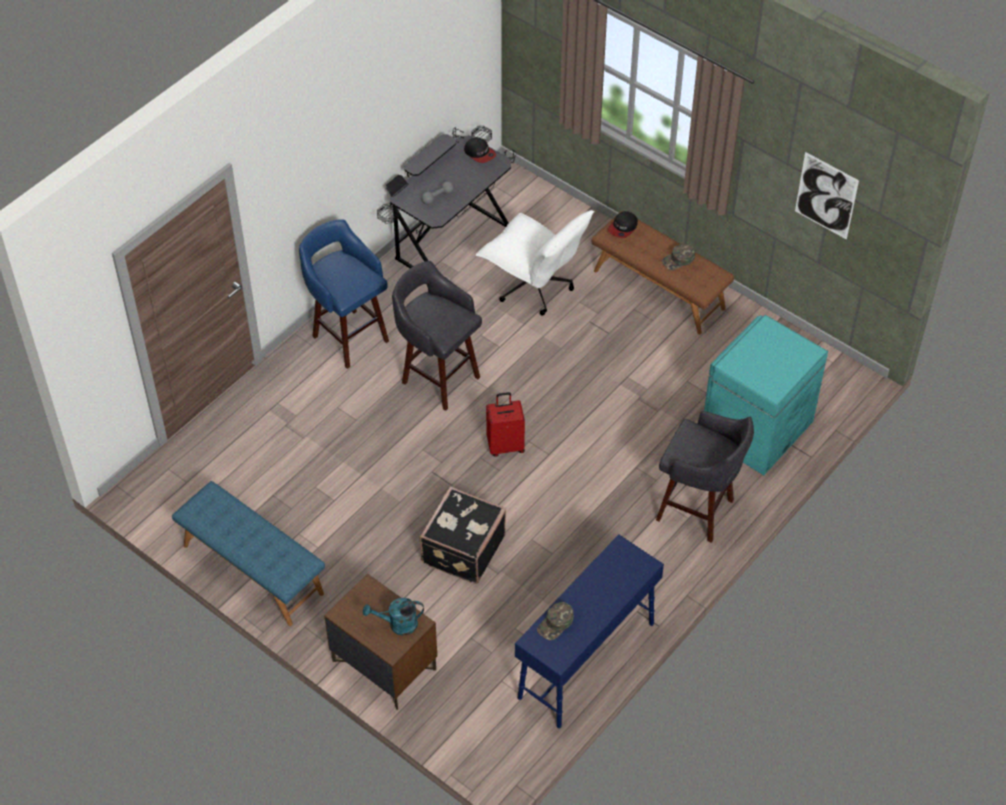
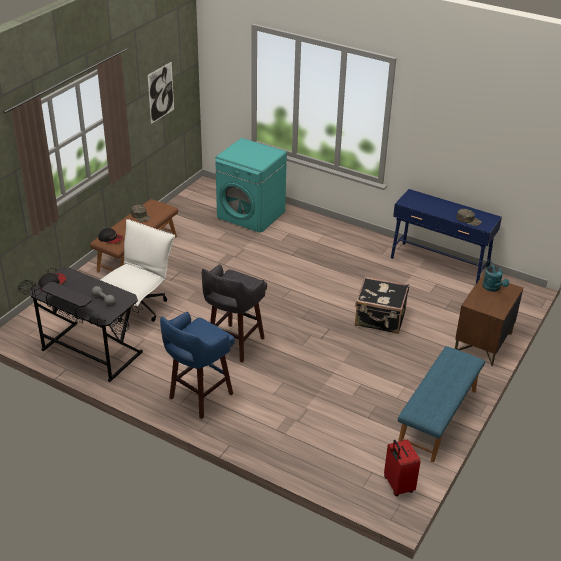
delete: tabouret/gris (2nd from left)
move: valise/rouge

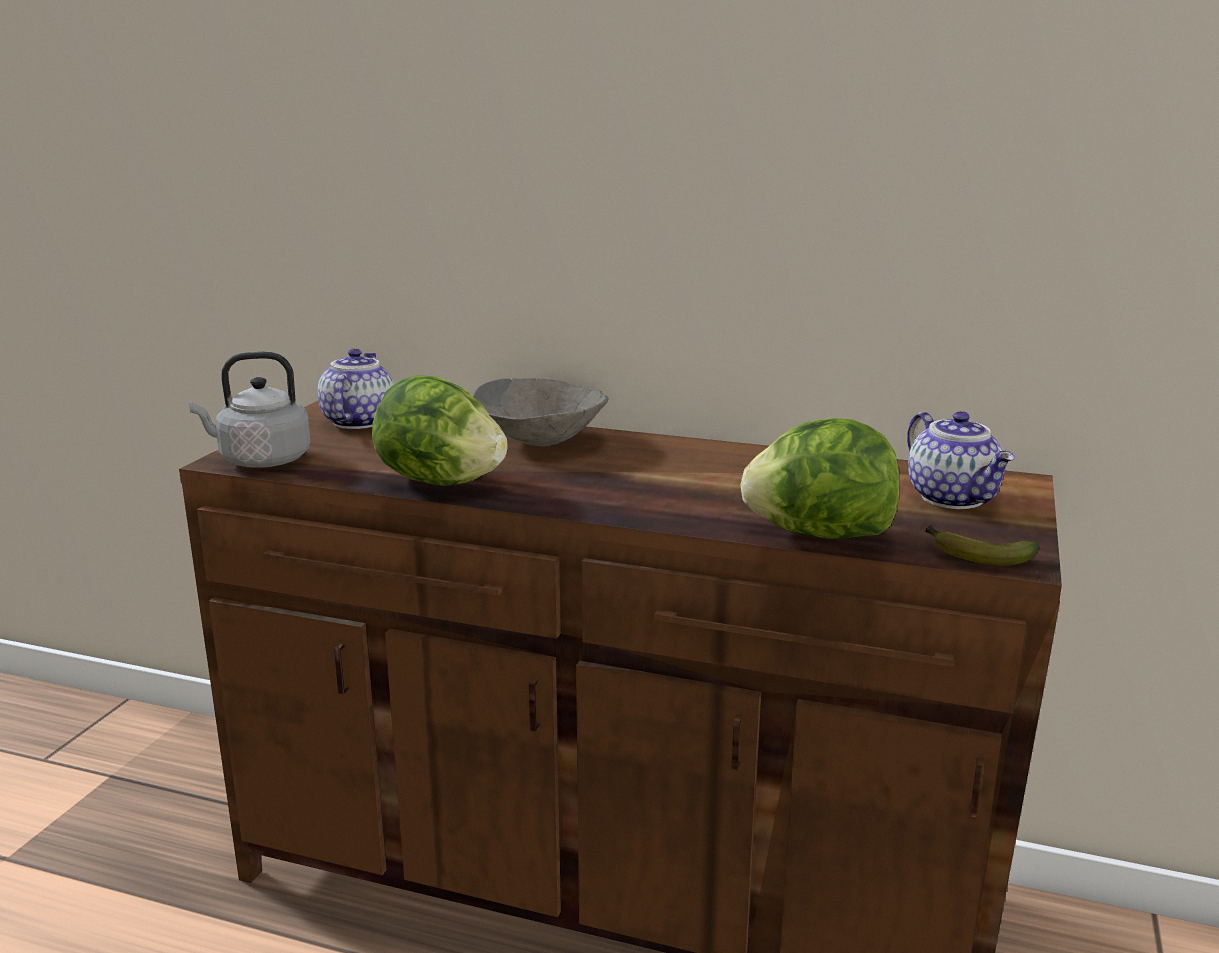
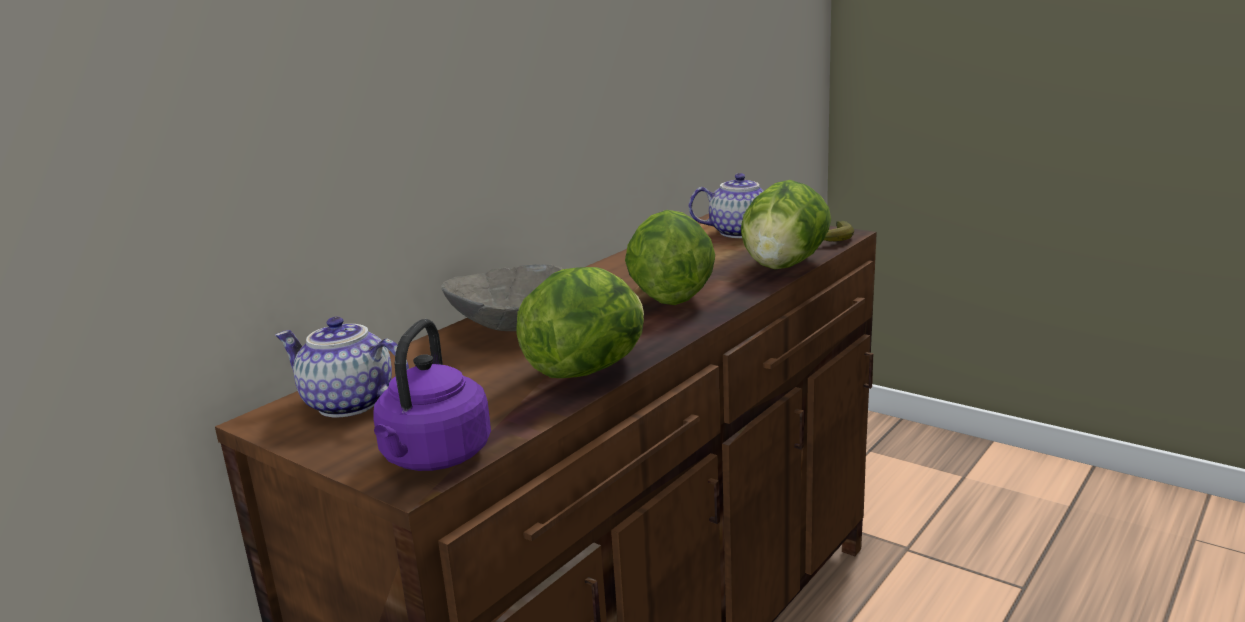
insert: laitue (2nd from left)
recolor: bouilloire/gris to bouilloire/violet

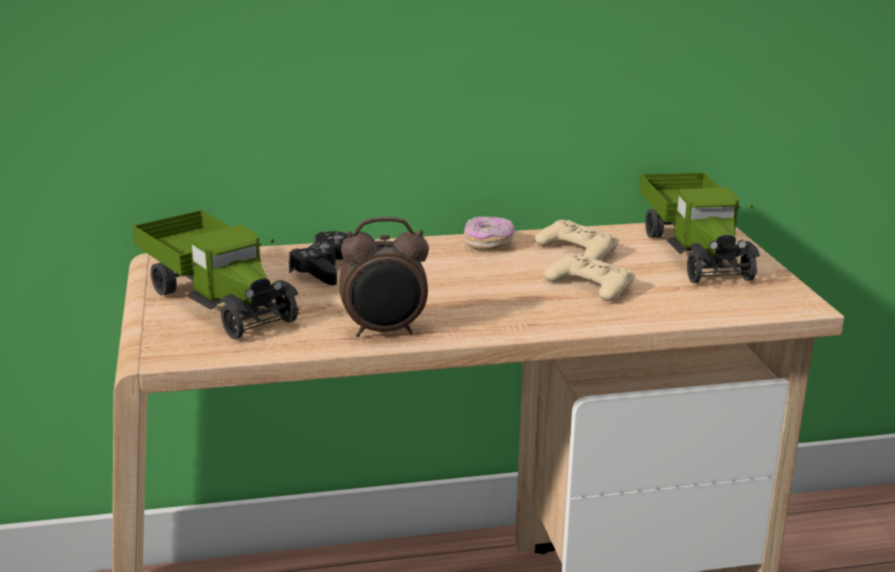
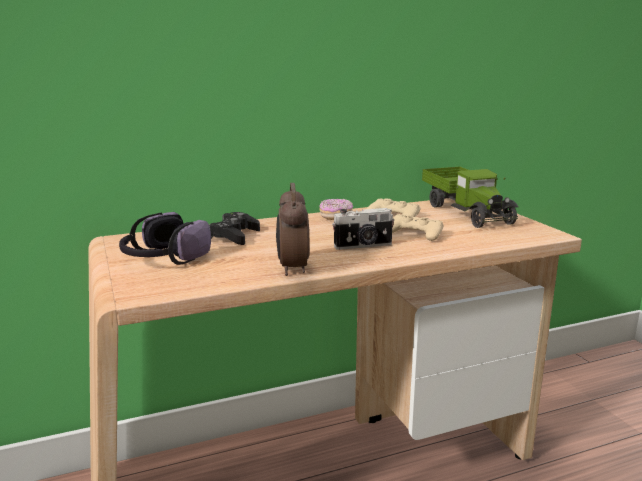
insert: appareil photo
replace: camion jouet (1st from left) to casque audio
rotate: réveil 105 degrees clockwise

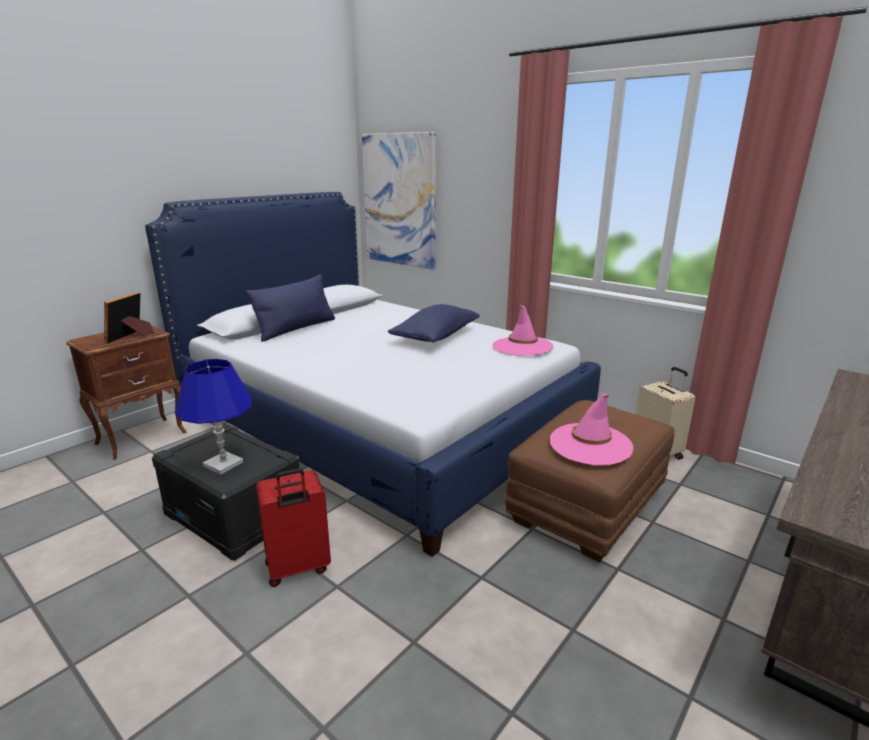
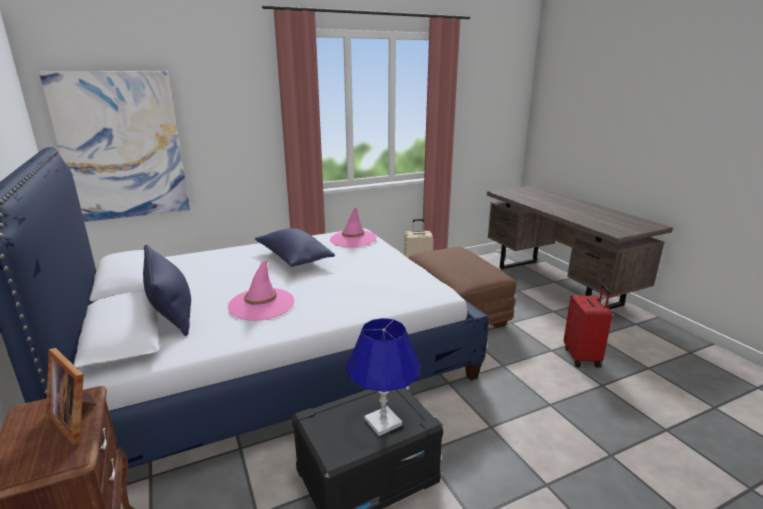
move: chapeau/rose (2nd from left in the first image) to chapeau/rose (1st from left); valise/rouge

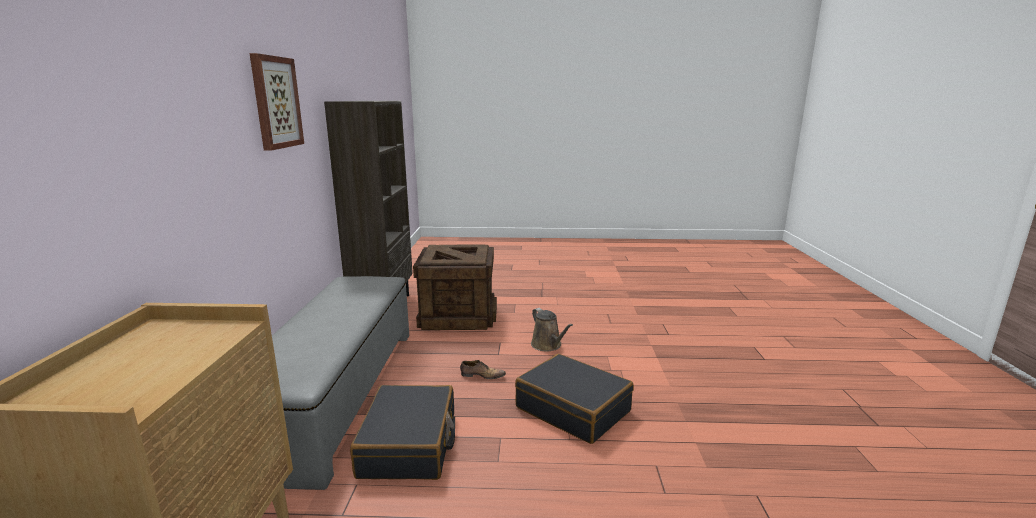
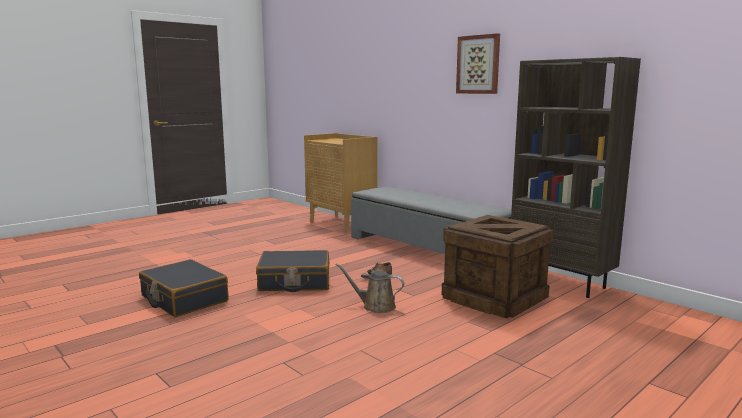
move: valise/noir (1st from left)

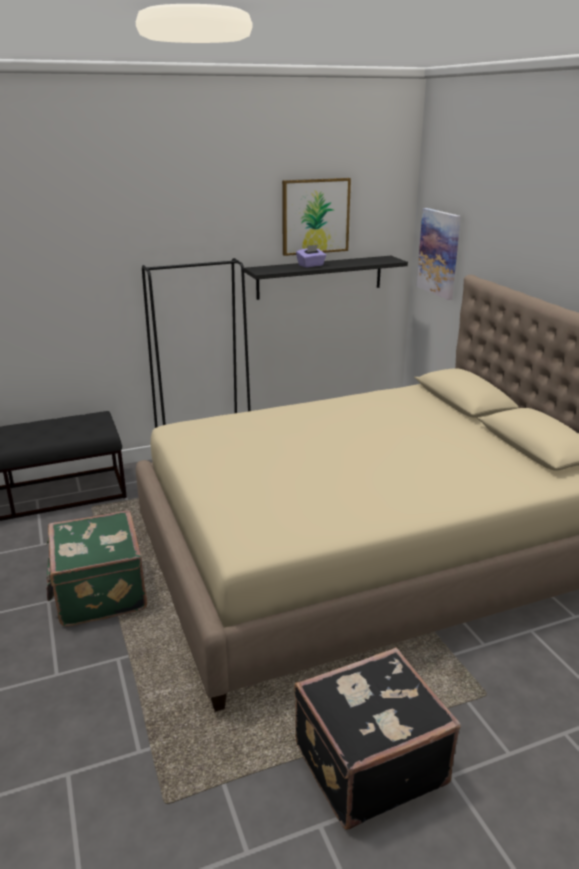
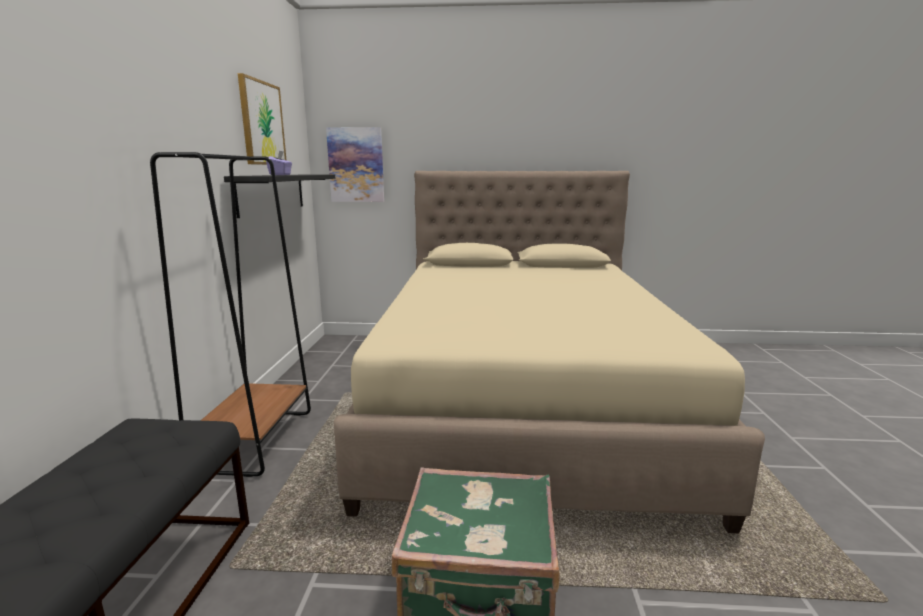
delete: valise/noir

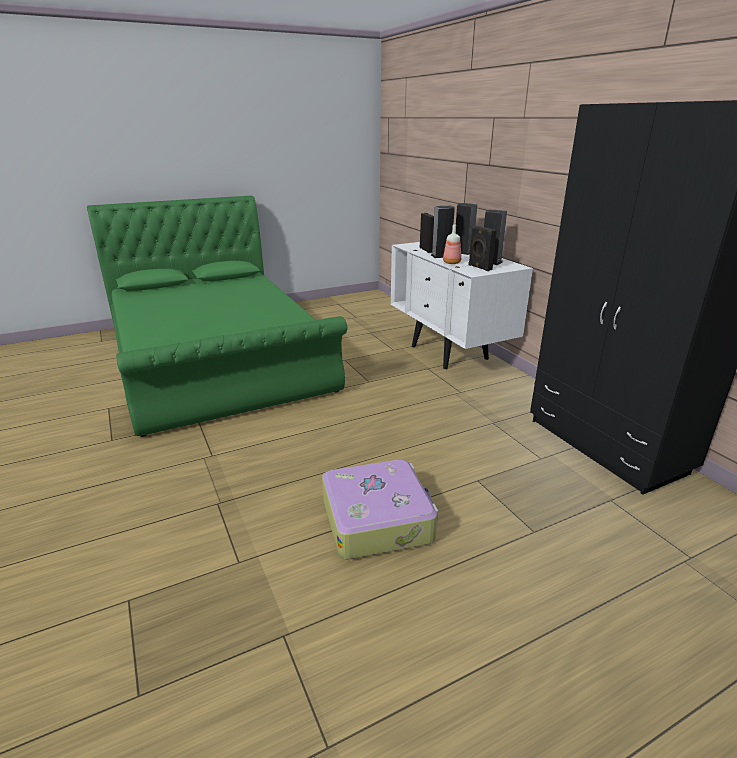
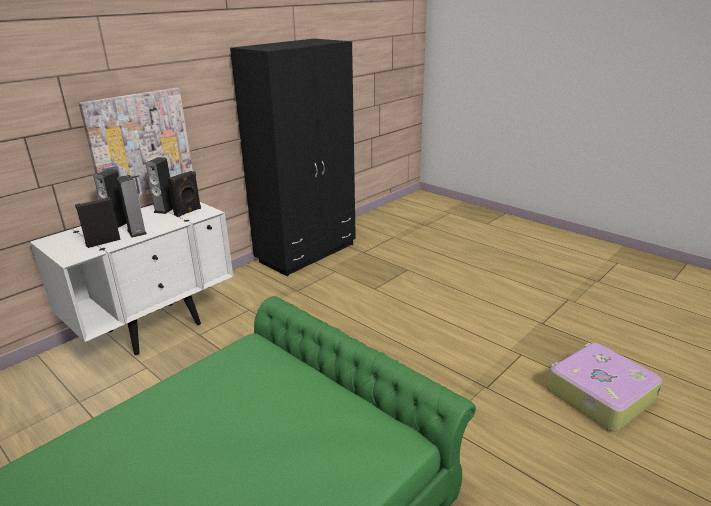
delete: bouteille
insert: tableau
move: valise

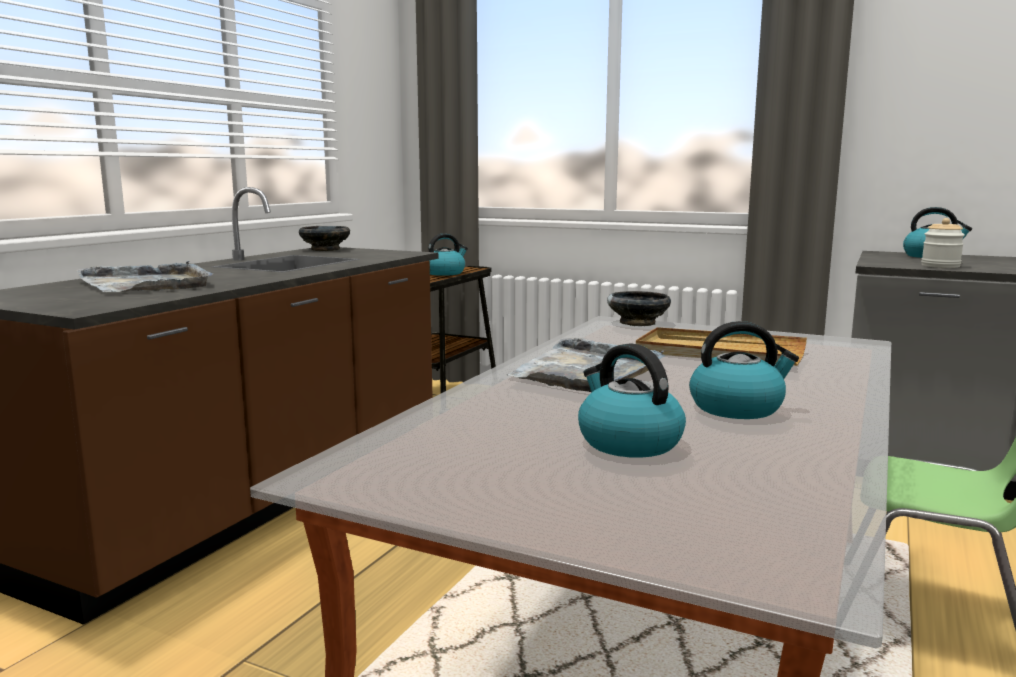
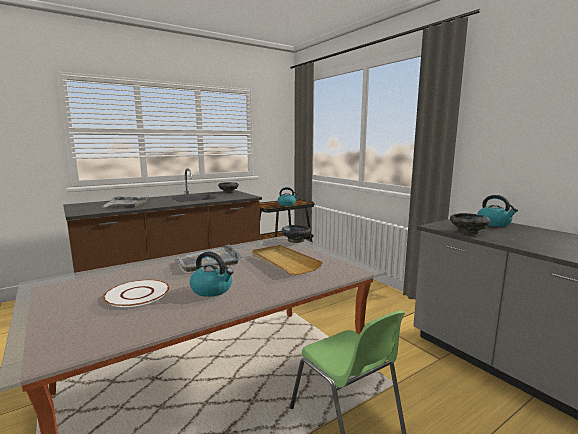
replace: bouilloire (2nd from left) to assiette/blanc; bocal to bol/noir (3rd from left)

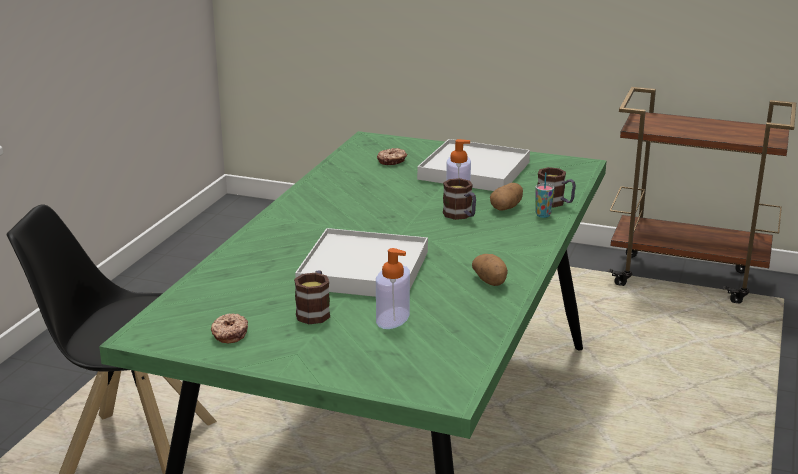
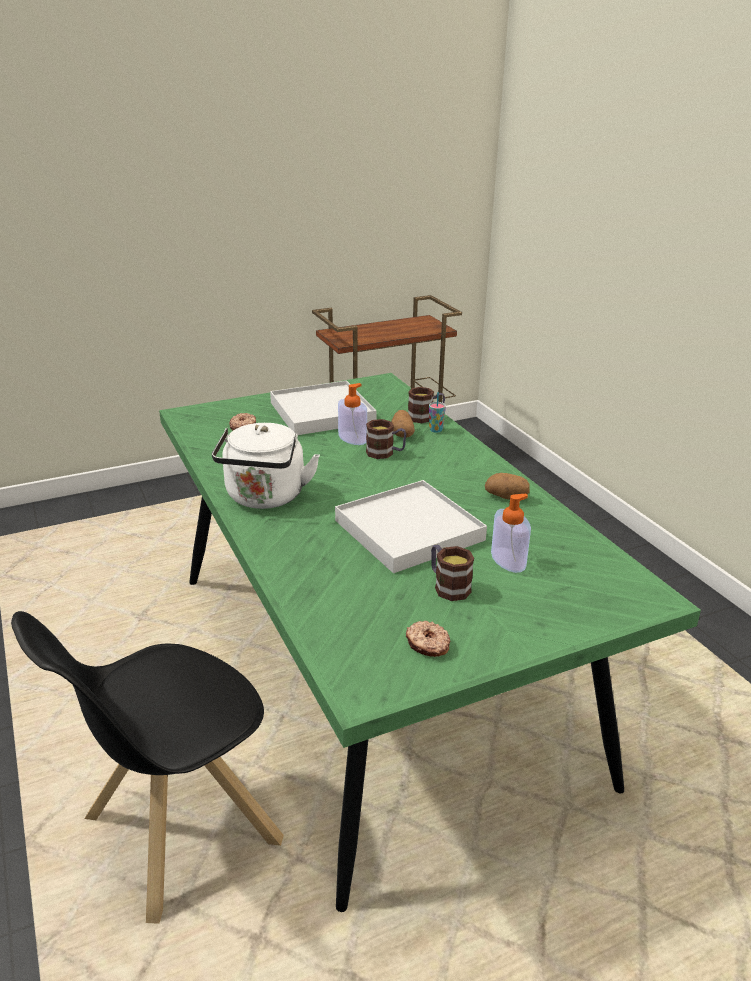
insert: bouilloire/blanc

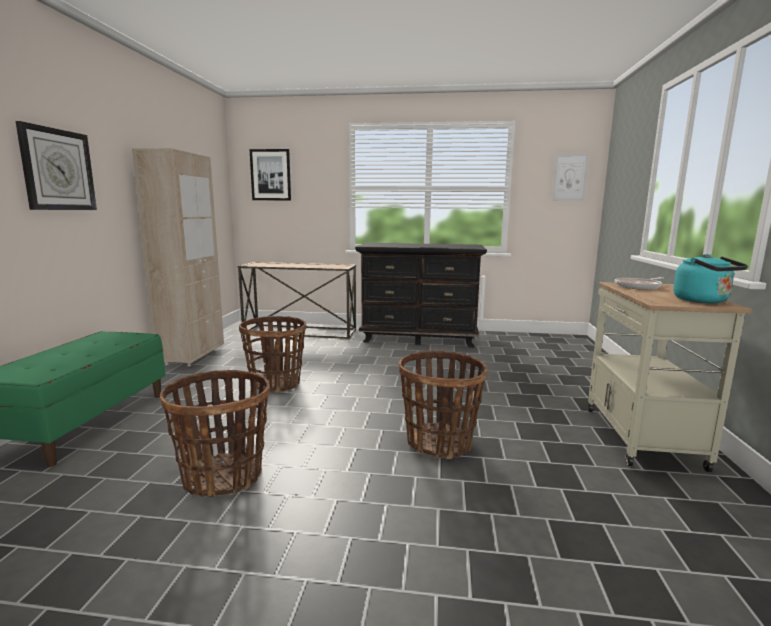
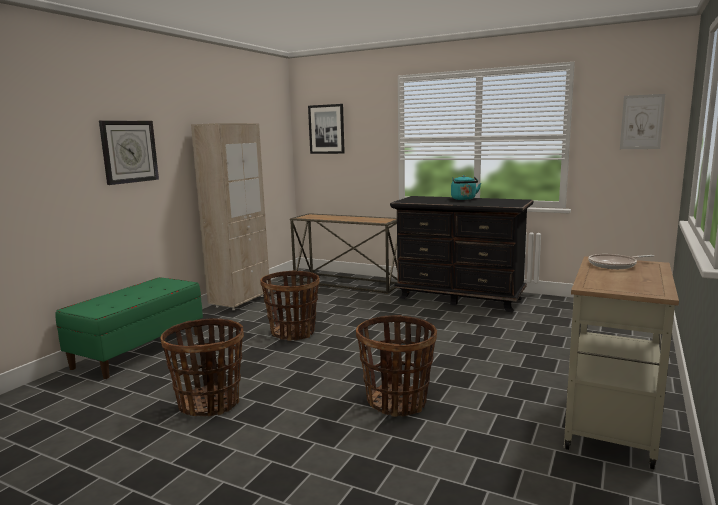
move: bouilloire/turquoise

